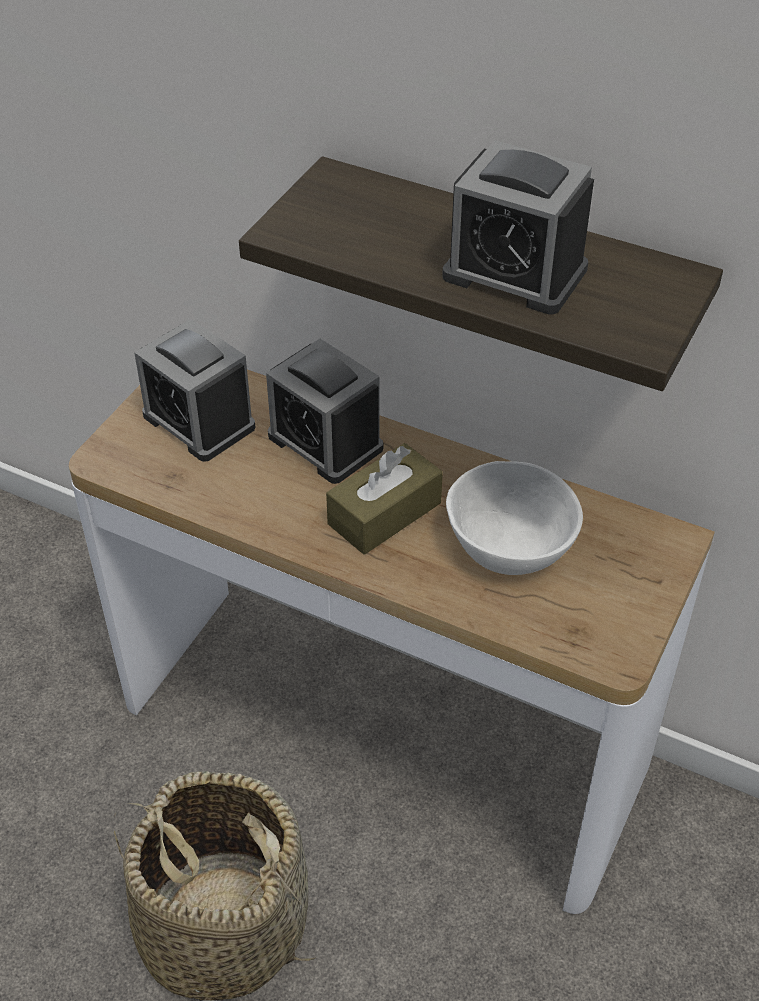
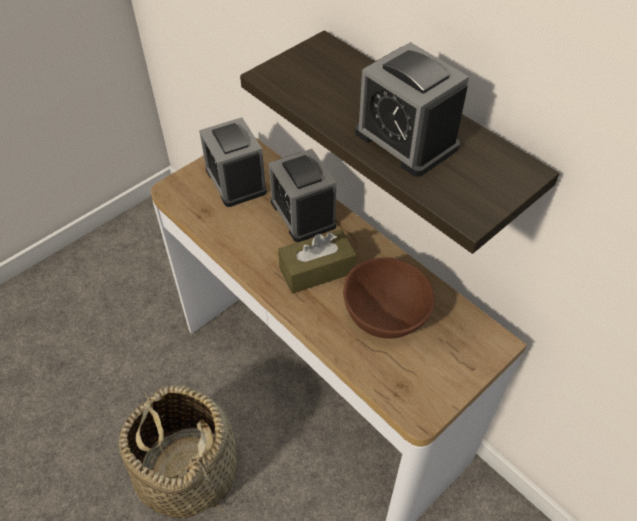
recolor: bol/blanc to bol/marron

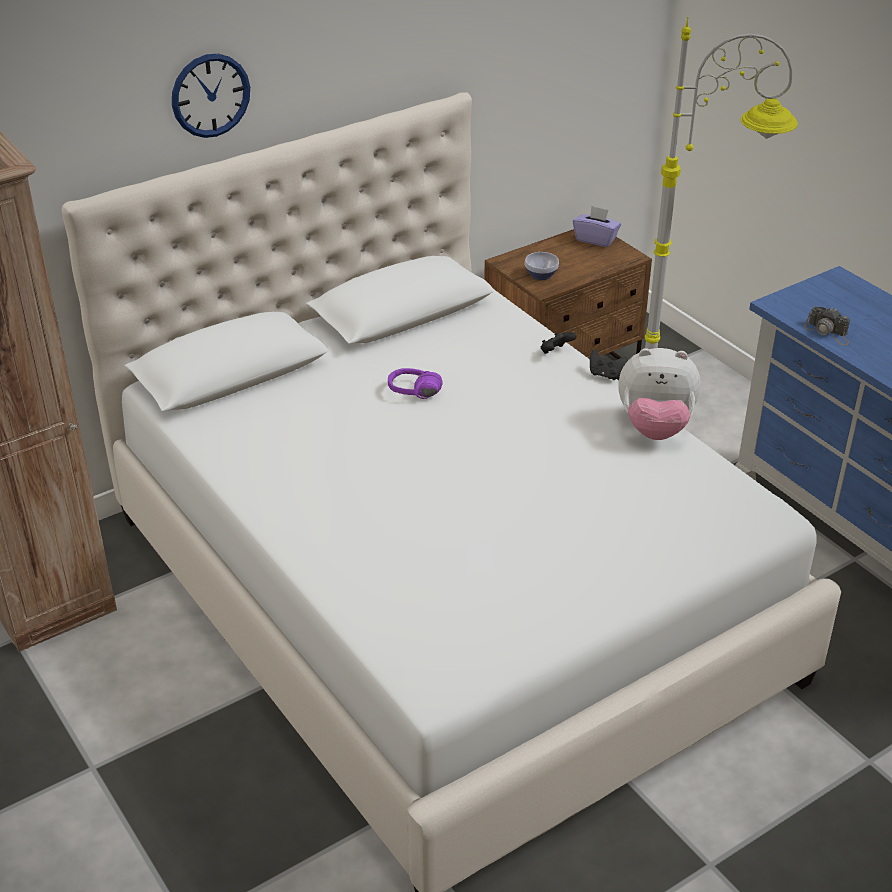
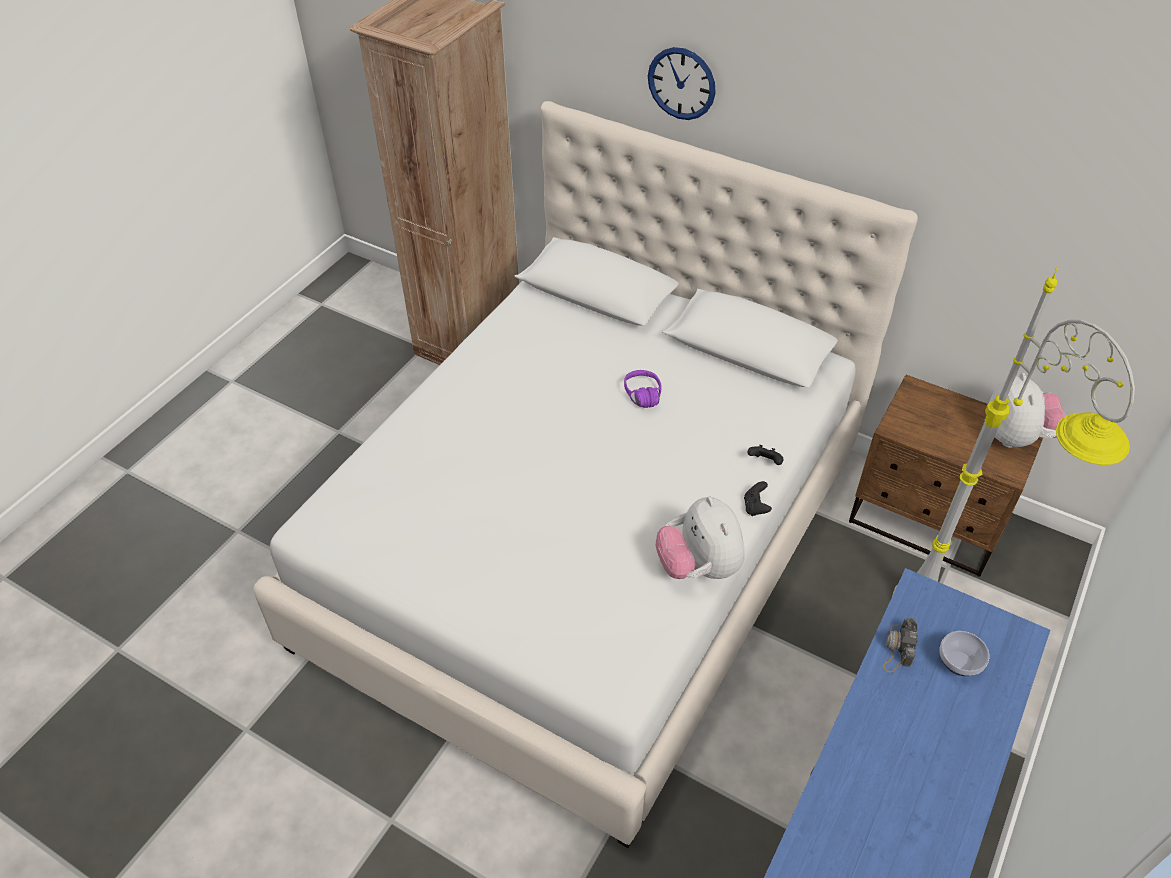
move: bol
replace: boîte à mouchoirs/violet to peluche (2nd from left)

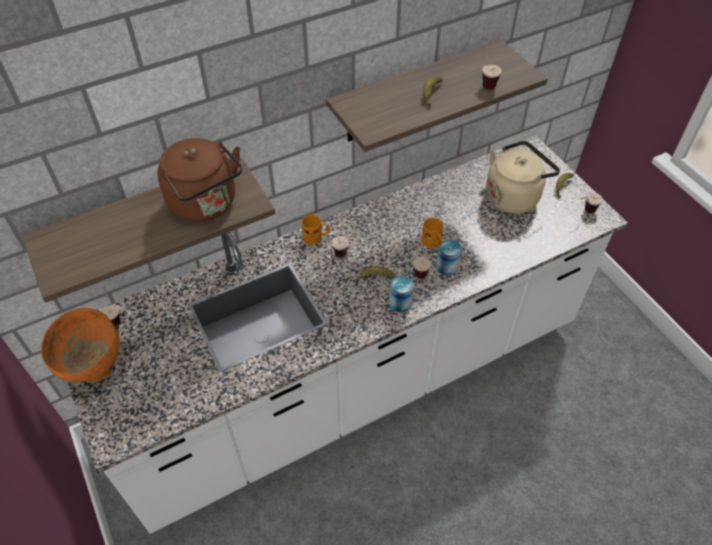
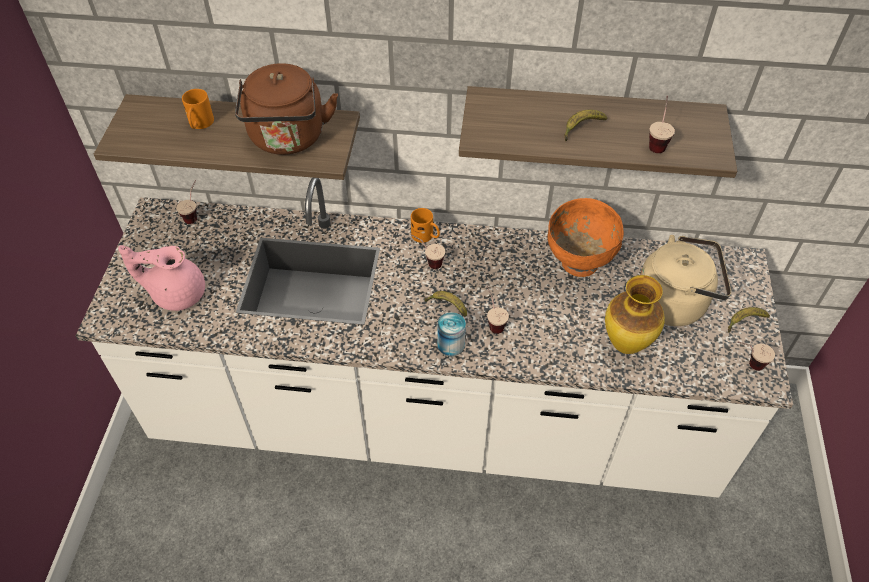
delete: boîte métallique (2nd from left)
insert: théière/rose; vase
move: mug/orange (2nd from left in the first image) to mug/orange (1st from left); bol/orange

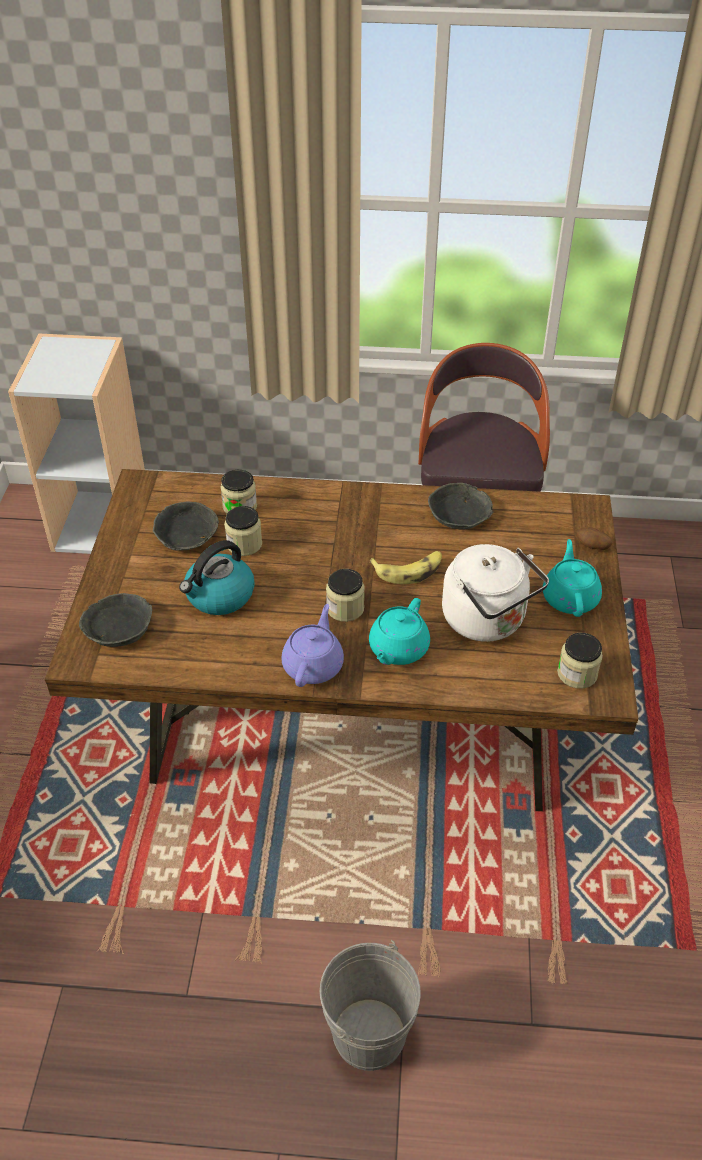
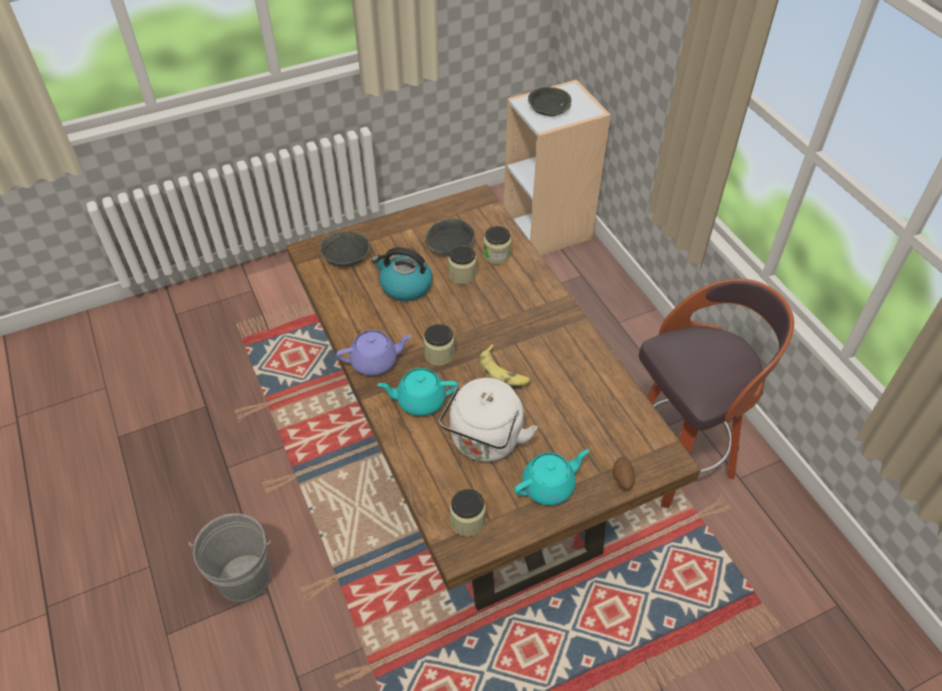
move: bol/gris (3rd from left)

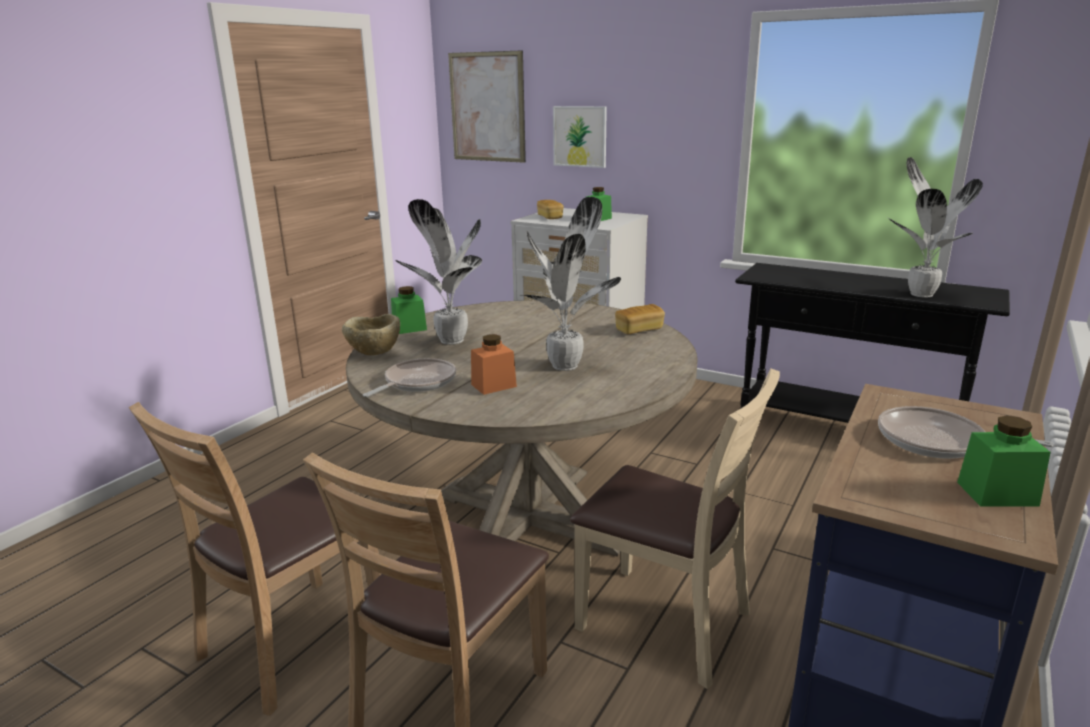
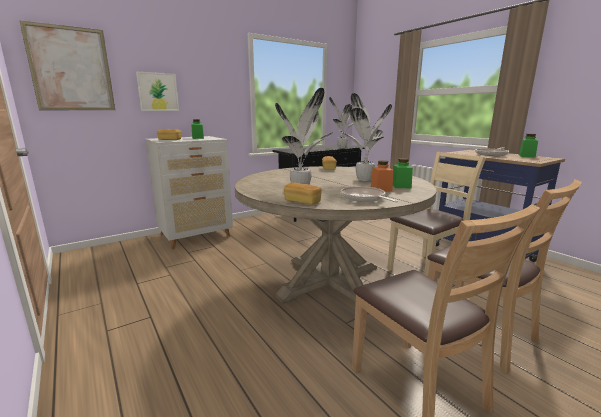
move: bocal/vert (1st from left in the first image) to bocal/vert (2nd from left)
replace: bol/beige to pain (2nd from left)

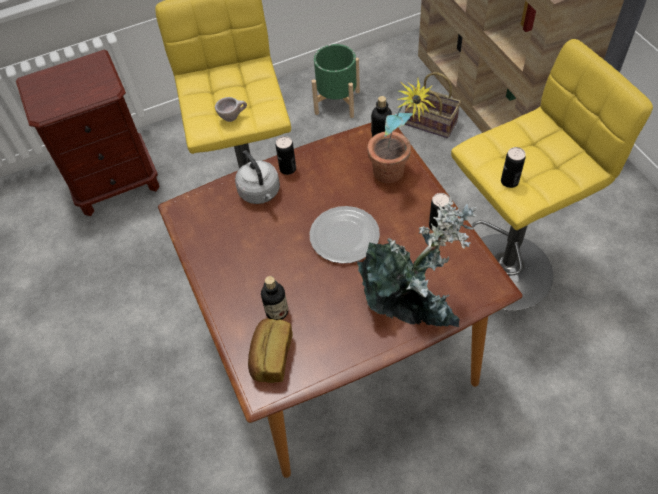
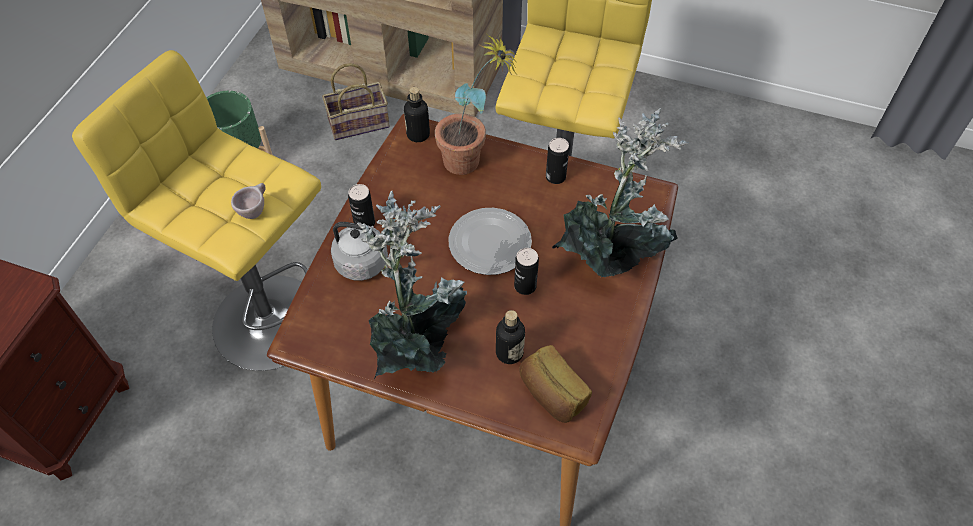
insert: plante en pot (1st from left)
move: boîte métallique (3rd from left in the first image) to boîte métallique (2nd from left)

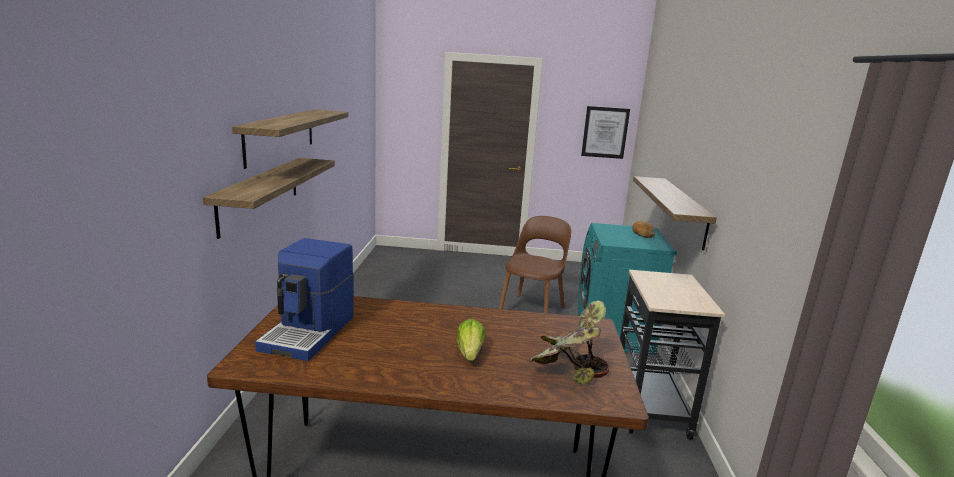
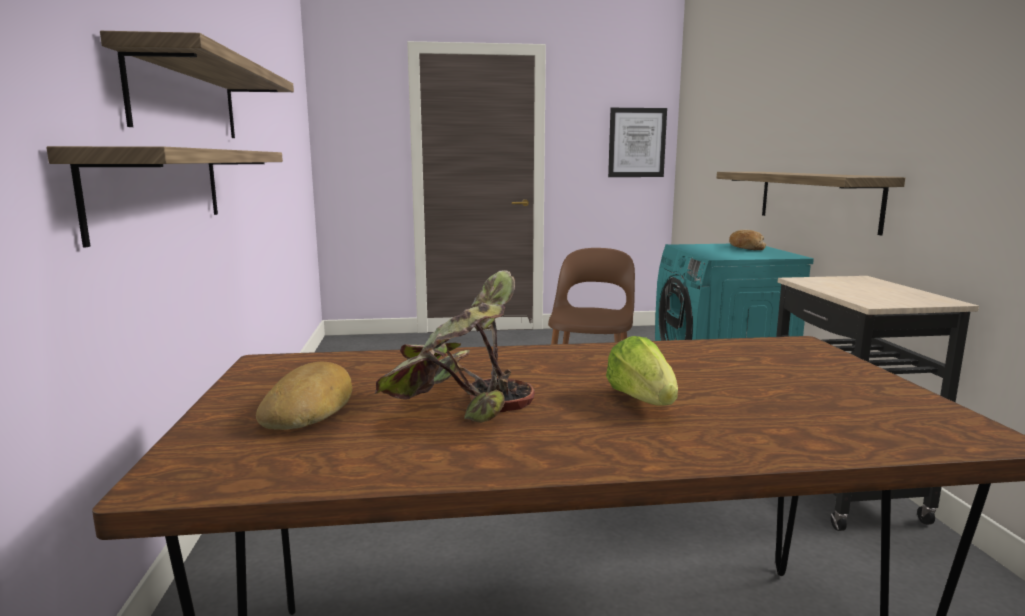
move: plante en pot
replace: machine à café to pain (1st from left)

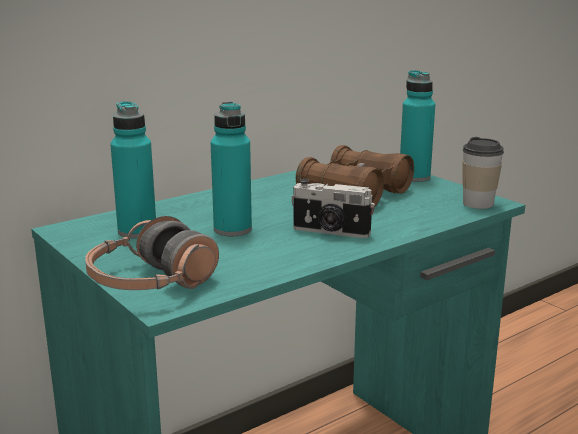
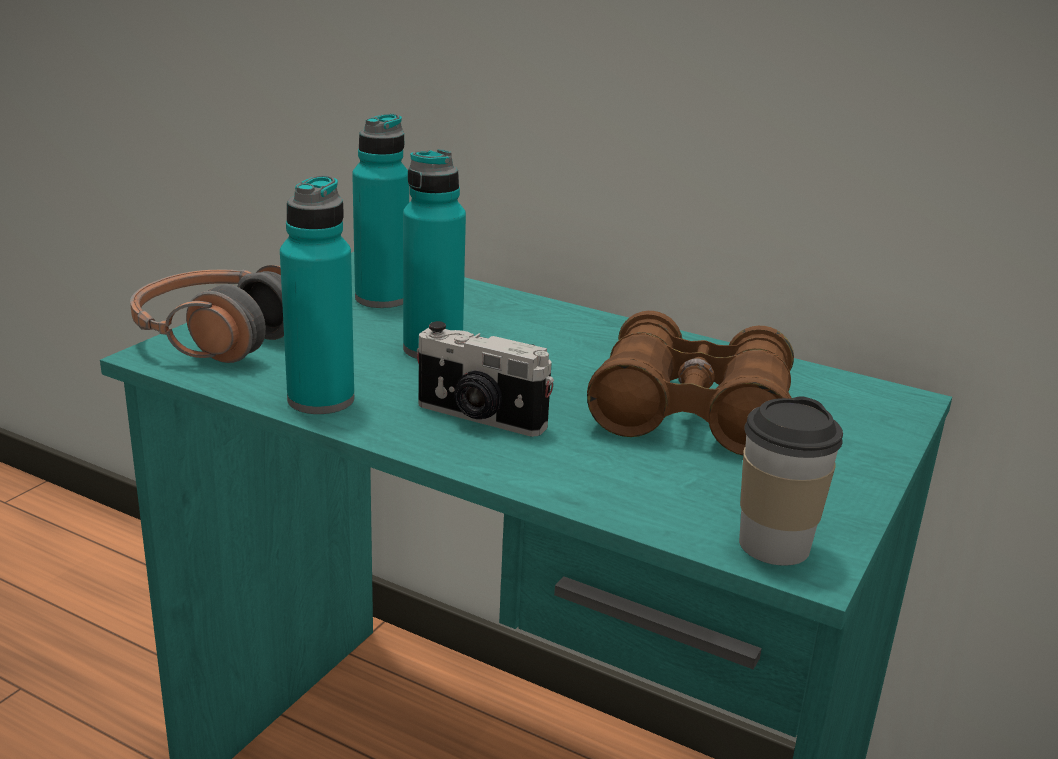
move: bouteille/turquoise (3rd from left in the first image) to bouteille/turquoise (1st from left)
rotate: appareil photo 60 degrees counterclockwise

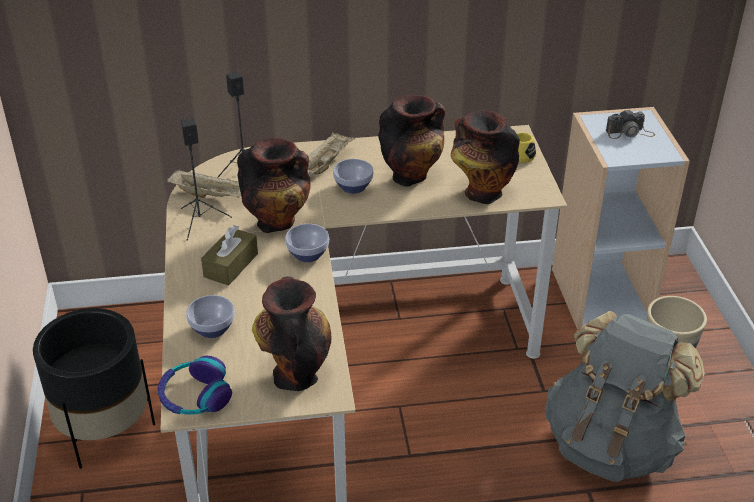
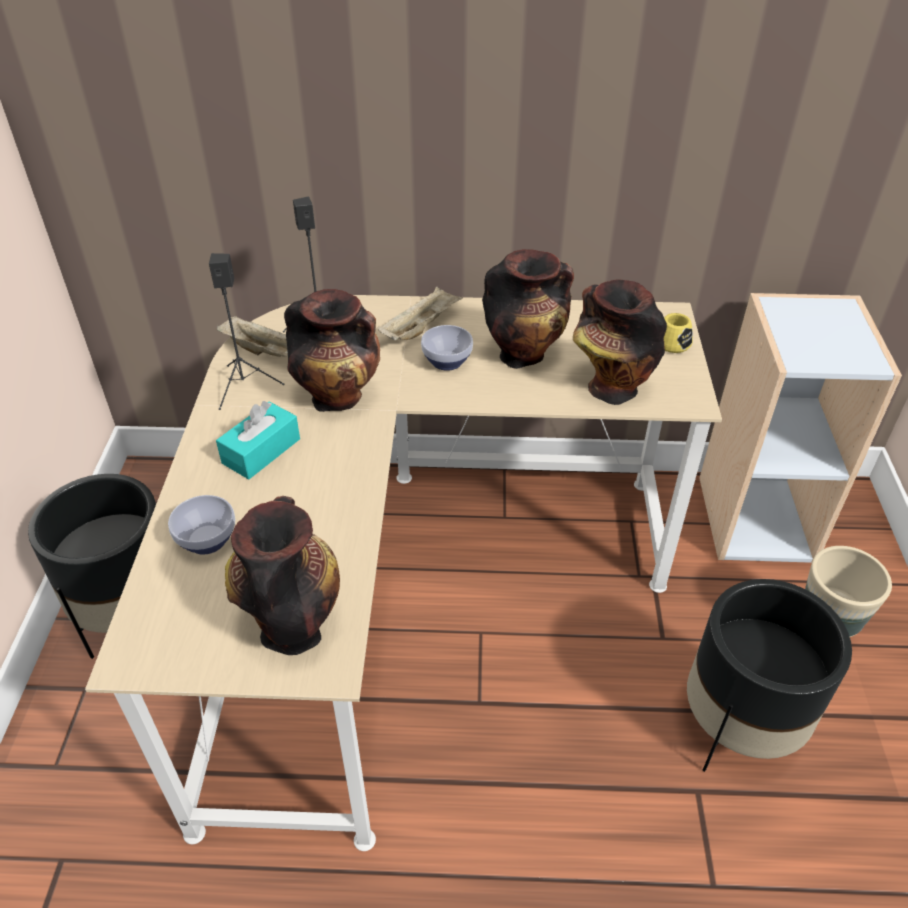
delete: casque audio; bol (2nd from left); appareil photo
replace: sac à dos/gris to cache-pot/noir (2nd from left)
recolor: boîte à mouchoirs/marron to boîte à mouchoirs/turquoise

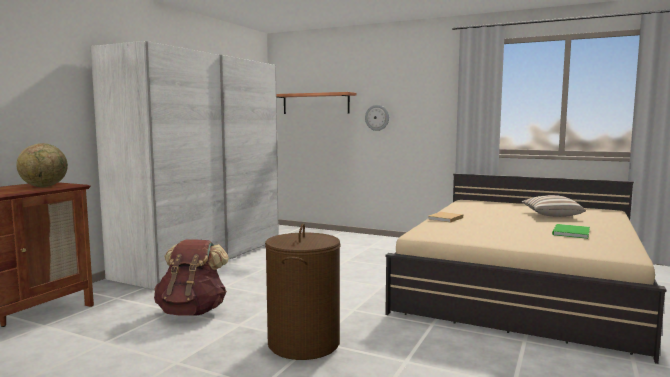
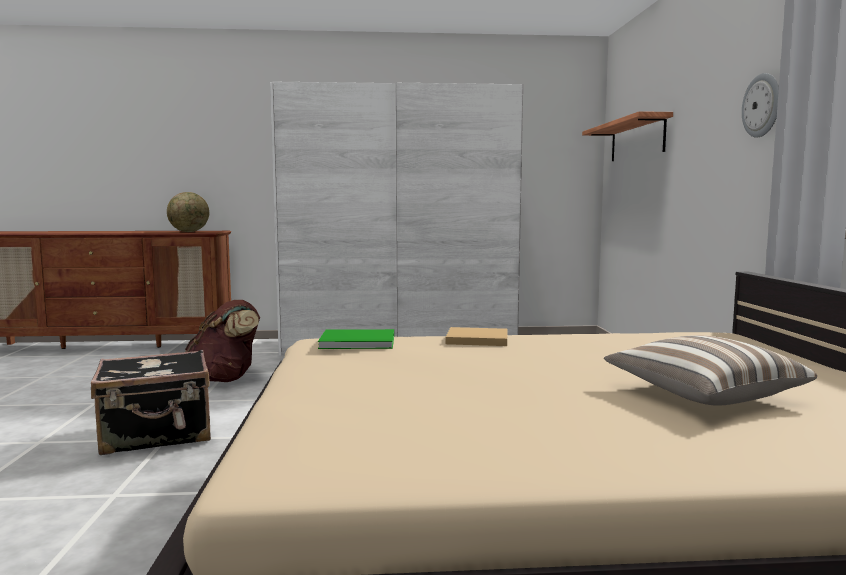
move: livre/vert; horloge murale
replace: panier à linge/marron to valise/noir

